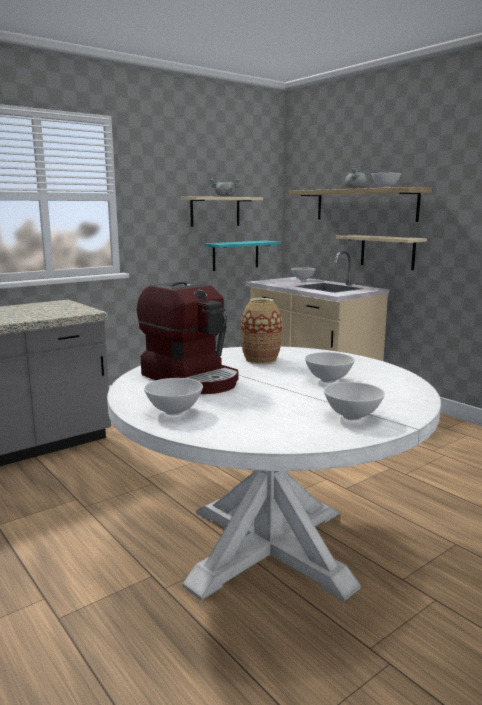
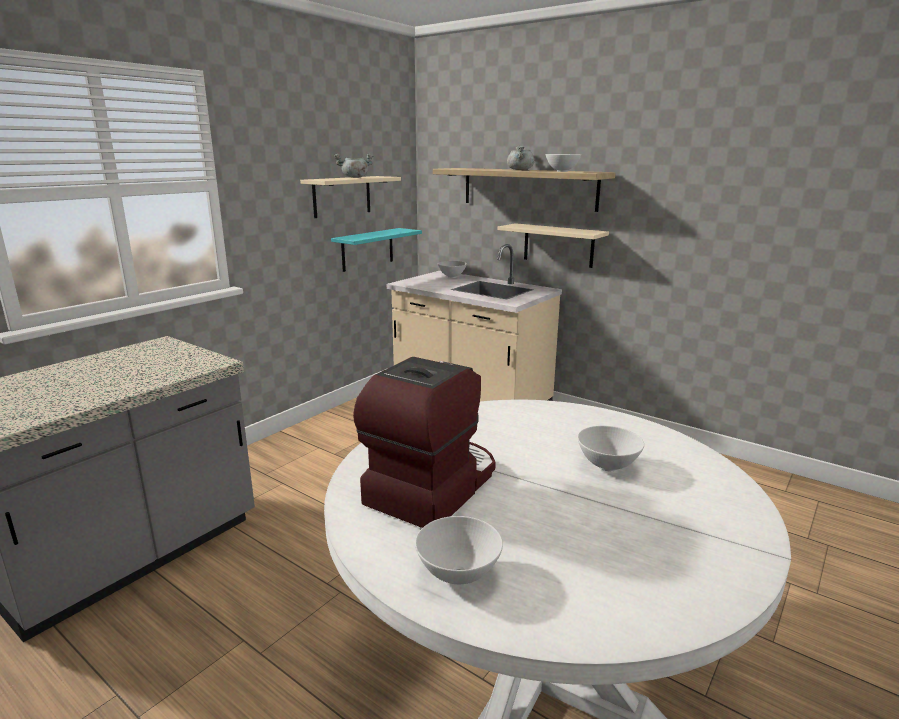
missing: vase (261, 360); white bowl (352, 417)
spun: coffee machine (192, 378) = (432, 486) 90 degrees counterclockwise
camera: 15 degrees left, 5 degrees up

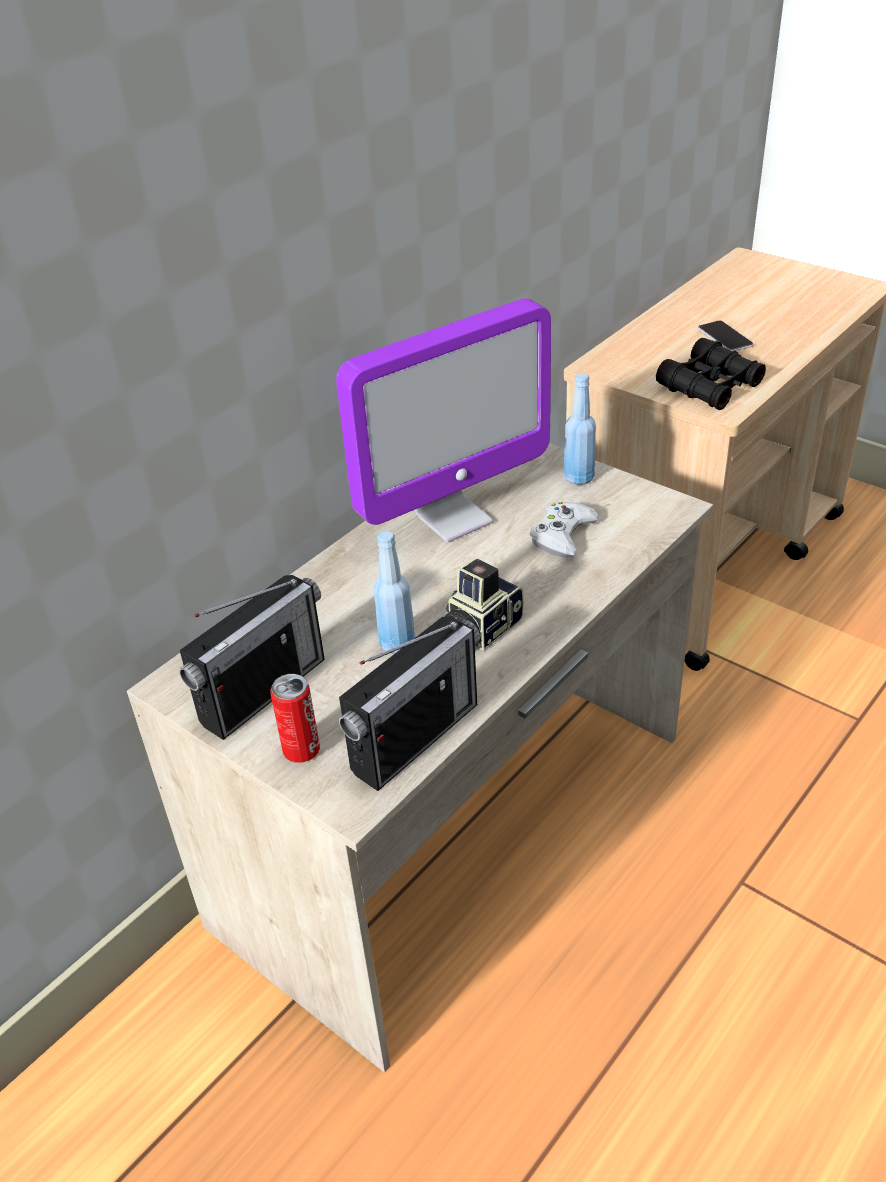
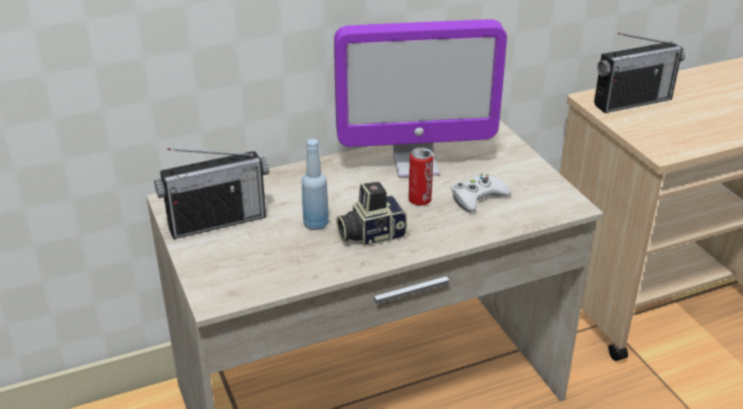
missing: blue bottle (578, 478); black binoculars (710, 386); phone (725, 337)
relocated: can (301, 750) to (419, 200); radio (415, 738) to (632, 102)
camera: 25 degrees right, 5 degrees down

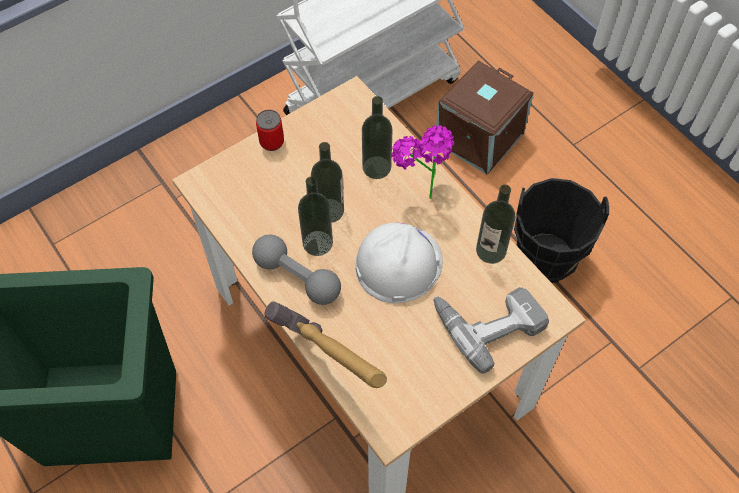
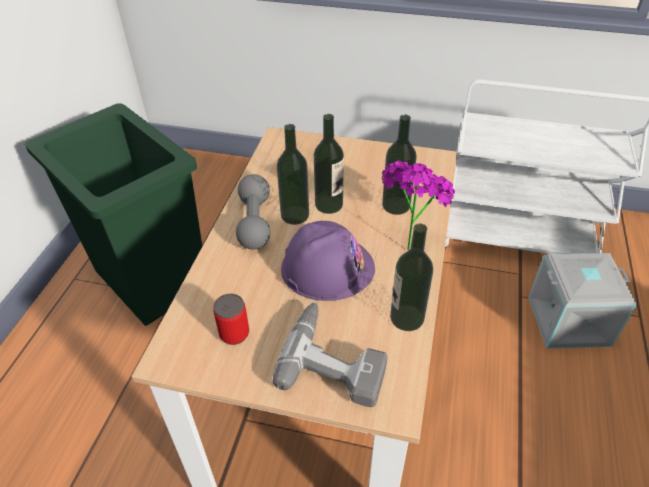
missing: hammer (325, 372); black bucket (545, 260)
relocated: can (271, 142) to (234, 333)
colour: white hard hat (398, 263) to purple hard hat (327, 267); brown storage box (480, 139) to grey storage box (568, 322)
camera: 50 degrees right, 15 degrees down

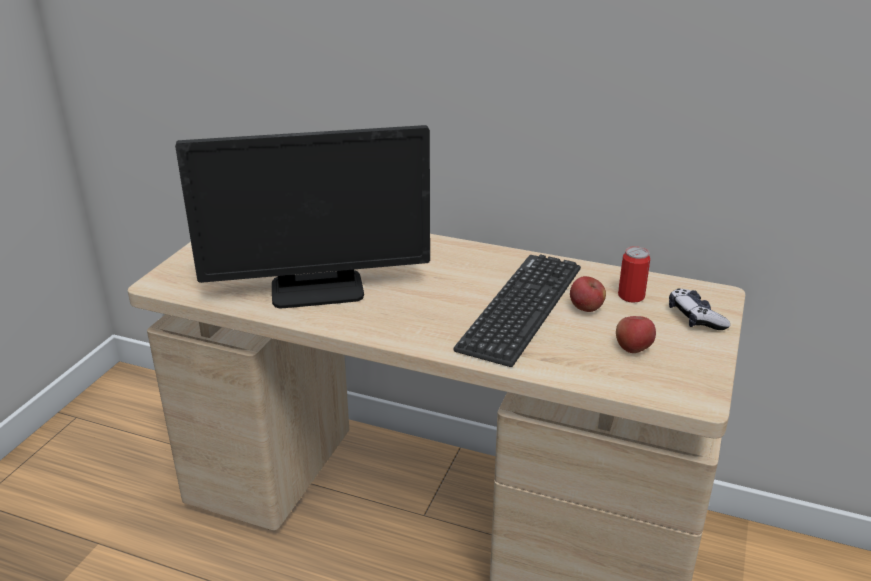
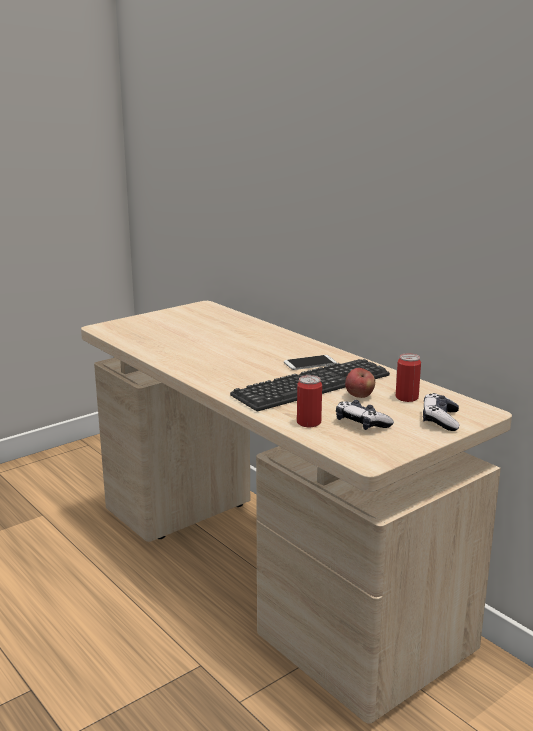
missing: monitor (317, 289)
appeared: phone (310, 363); can (308, 422)
exchanged: apple (633, 348) to game controller (361, 424)
camera: 30 degrees right, 10 degrees down

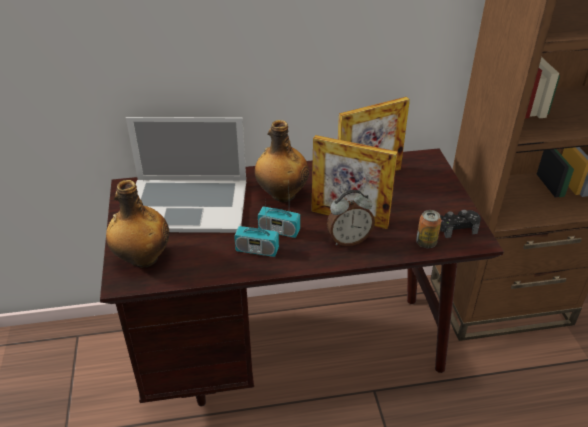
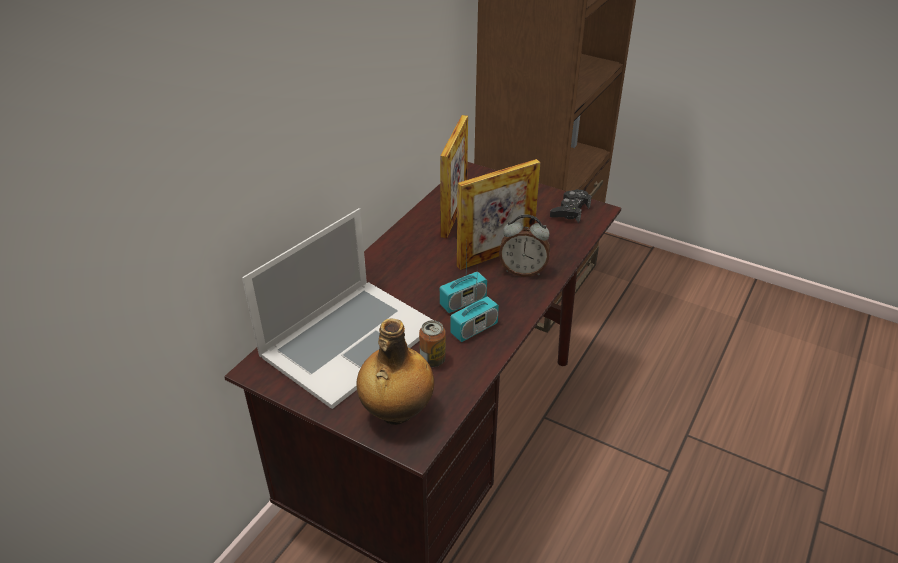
missing: bottle (282, 194)
relocated: can (426, 243) to (432, 360)
spun: alarm clock (348, 240) = (523, 270) 75 degrees clockwise
camera: 50 degrees left, 0 degrees up

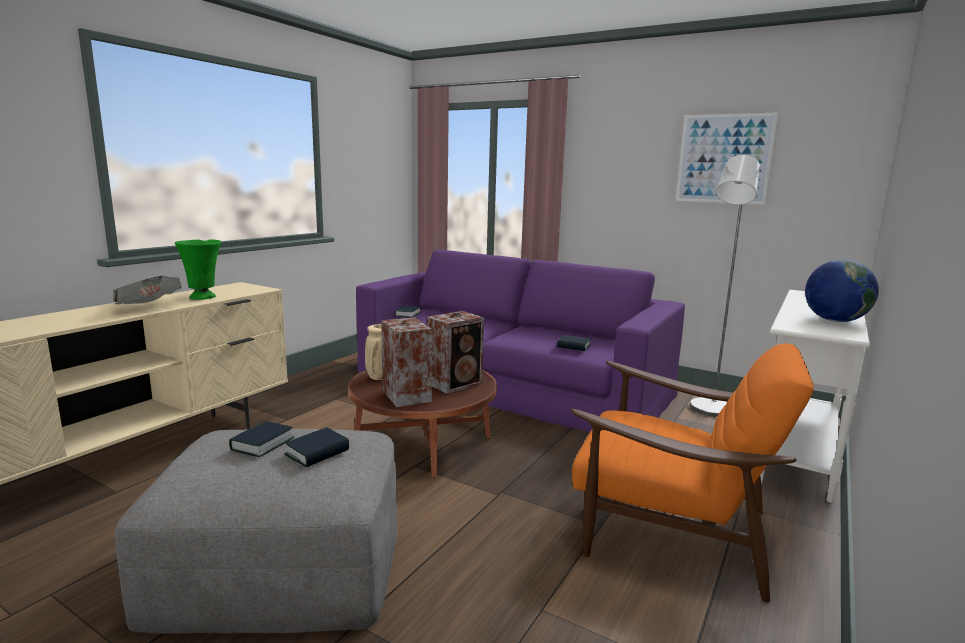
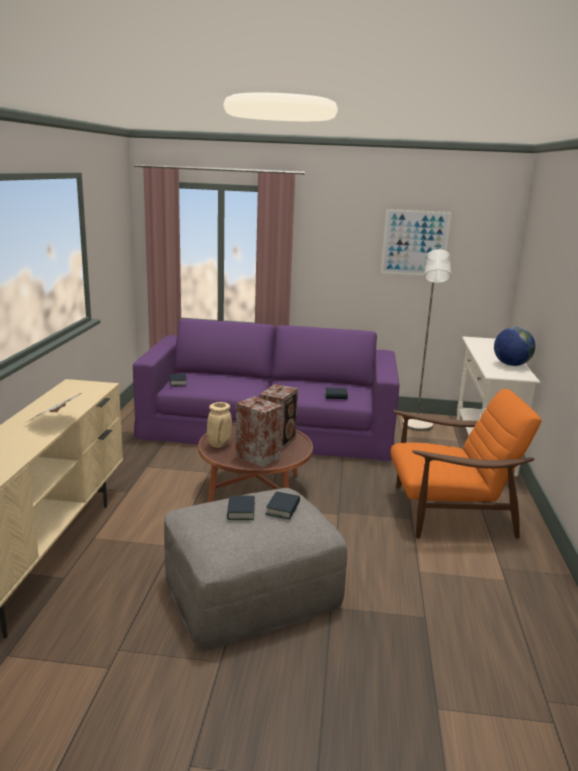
missing: green vase (203, 297)
camera: 25 degrees left, 5 degrees up

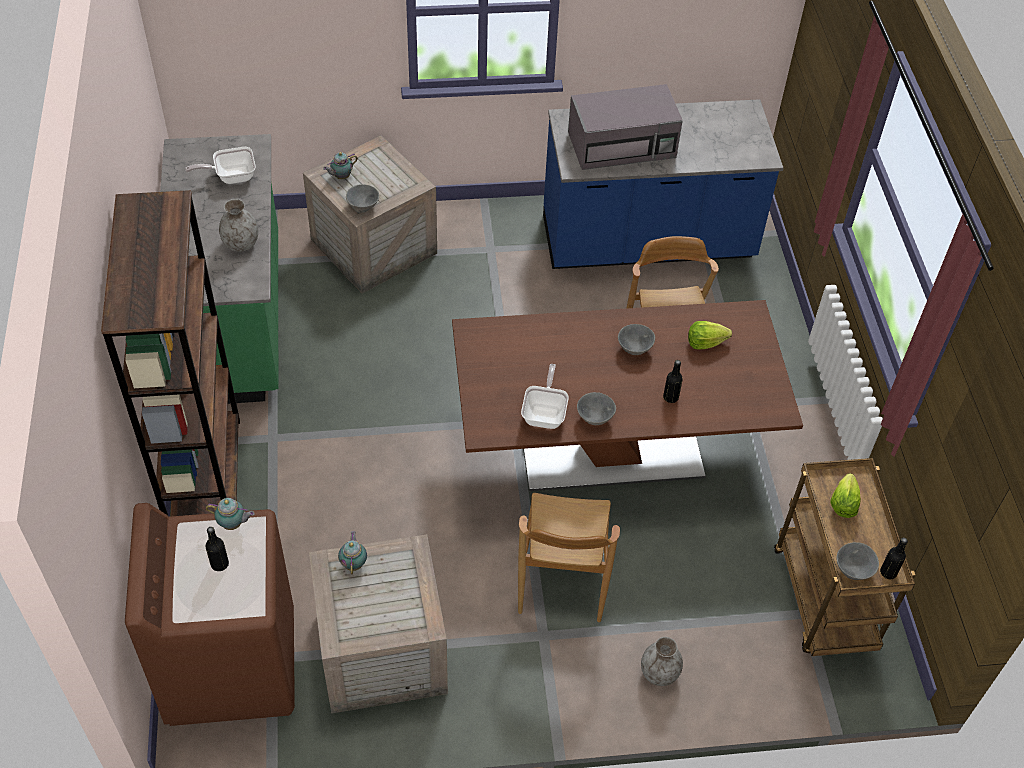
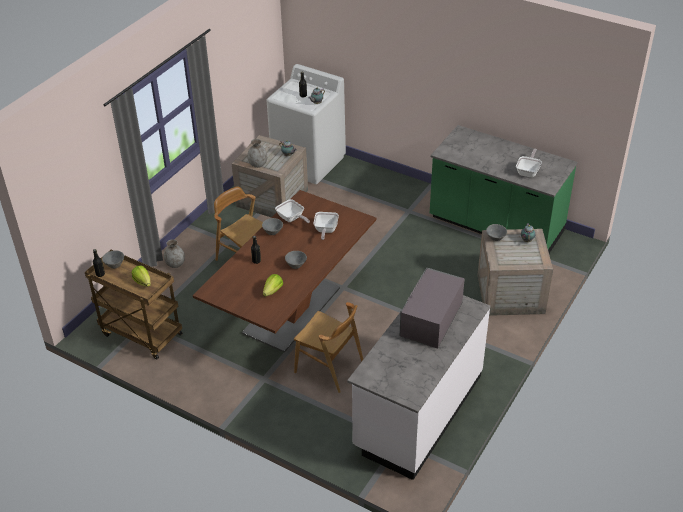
missing: brown bookcase (207, 482)
appeared: frying pan (325, 231)
relocated: grey vase (241, 244) to (258, 164)
colour: brown washing machine (231, 664) to white washing machine (309, 163); blue counter (647, 242) to white counter (417, 411)
camera: 130 degrees right, 10 degrees down

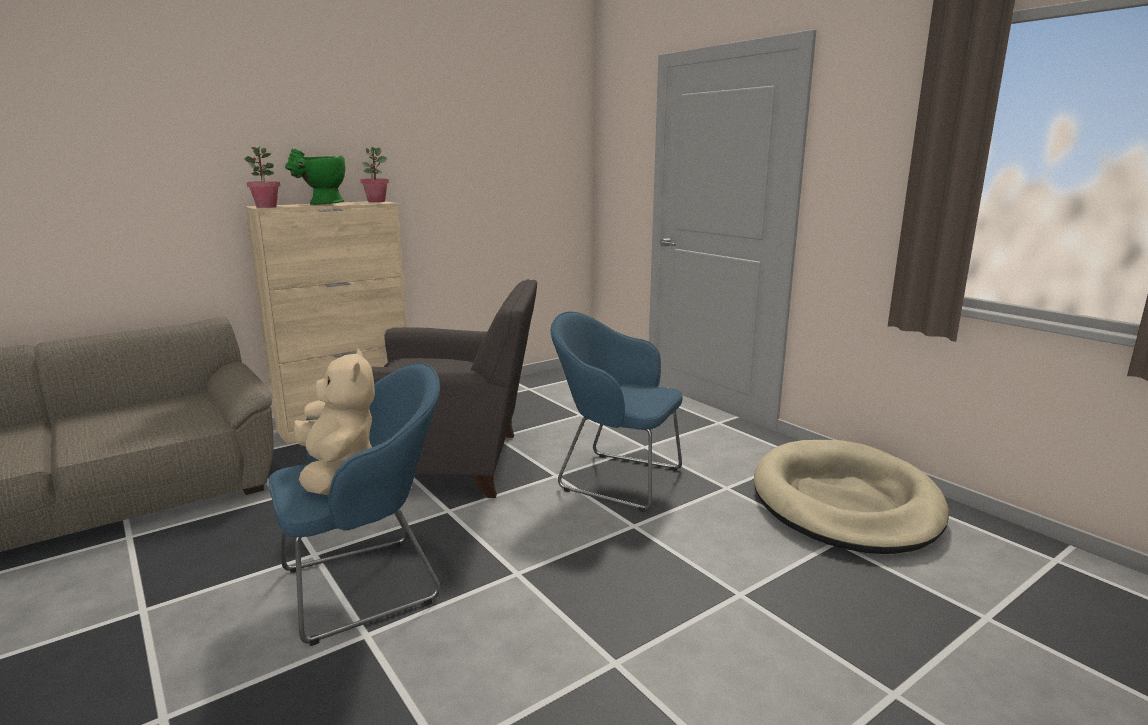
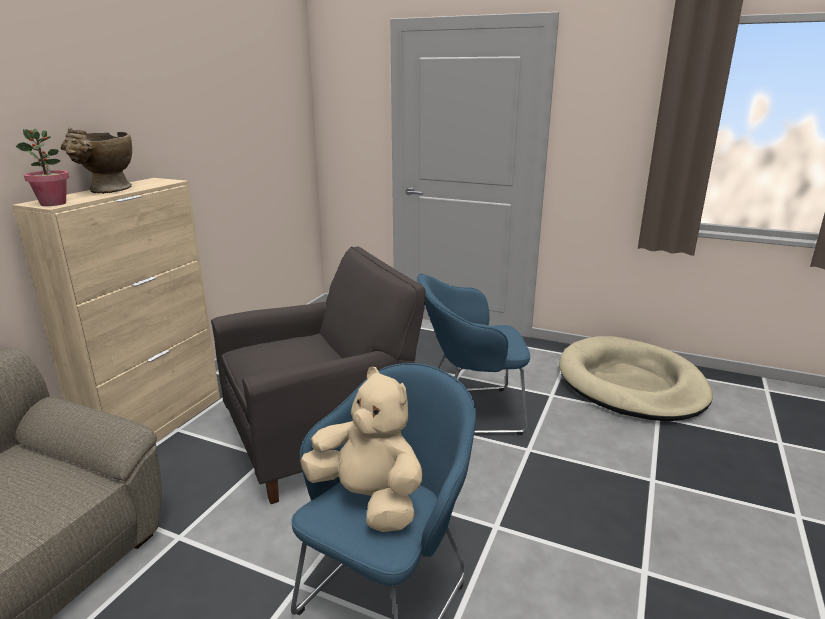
missing: potted plant (376, 201)
colour: green vase (321, 204) to beige vase (107, 191)
camera: 30 degrees left, 5 degrees up

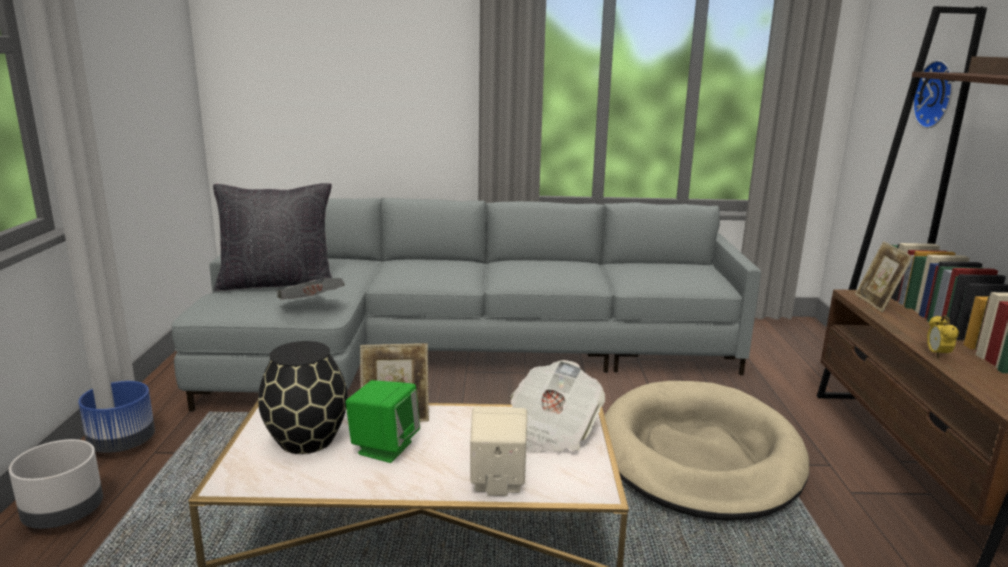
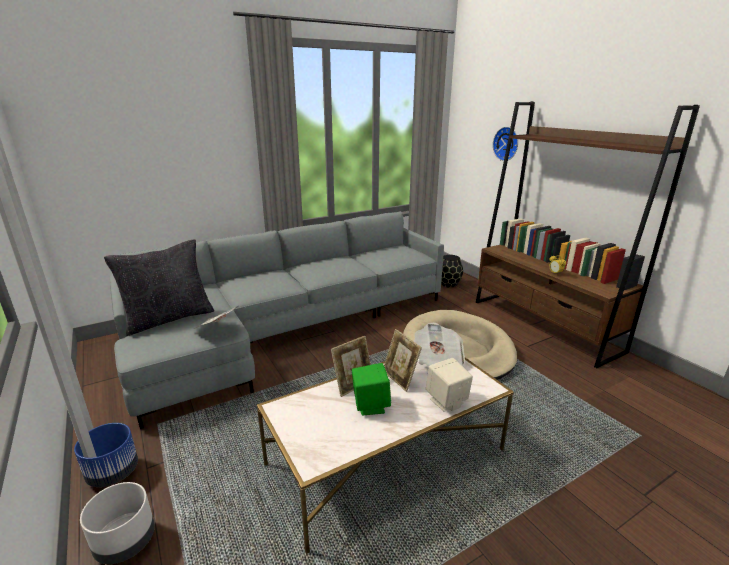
relocated: black vase (307, 439) to (448, 284); picture frame (877, 303) to (400, 378)
camera: 30 degrees left, 5 degrees up

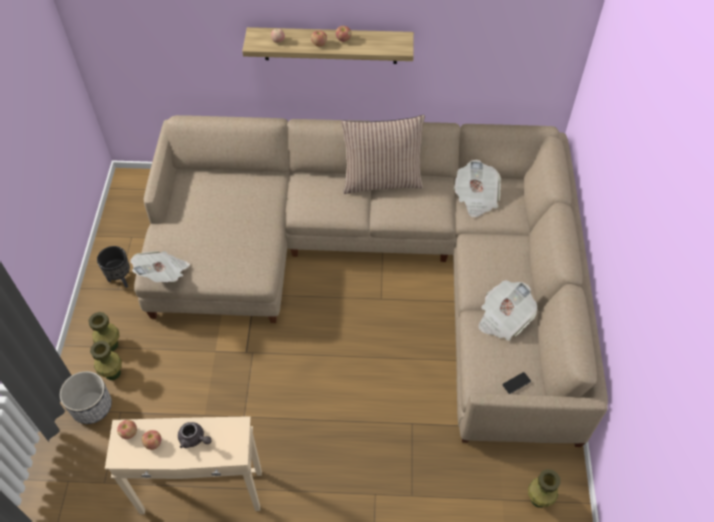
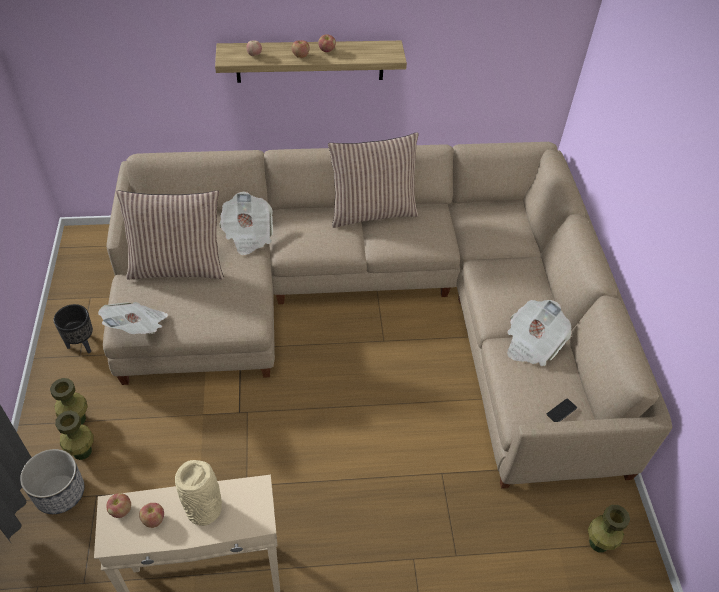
appeared: pillow (178, 267)
relocated: newspaper (476, 198) to (248, 234)
exchanged: grey teapot (194, 439) to beige vase (205, 509)
camera: 10 degrees left, 5 degrees down

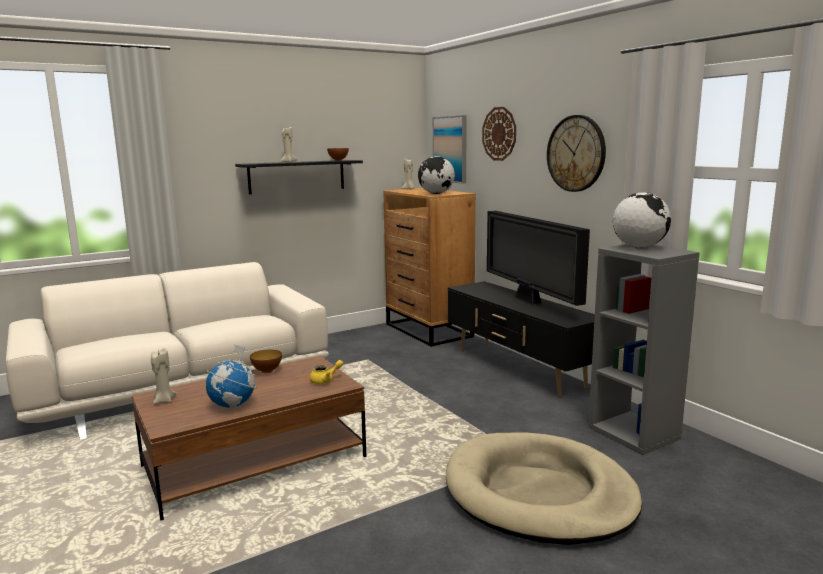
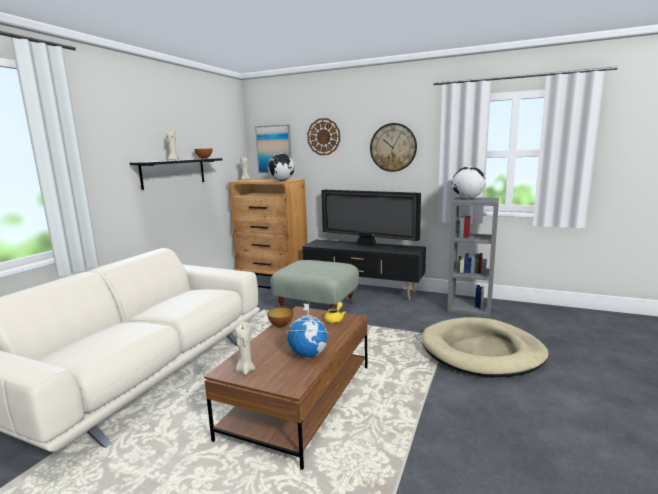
appeared: grey ottoman (316, 307)
camera: 35 degrees left, 0 degrees up

